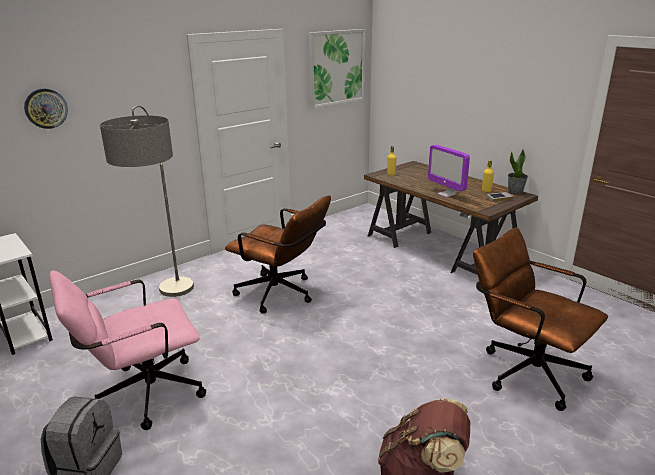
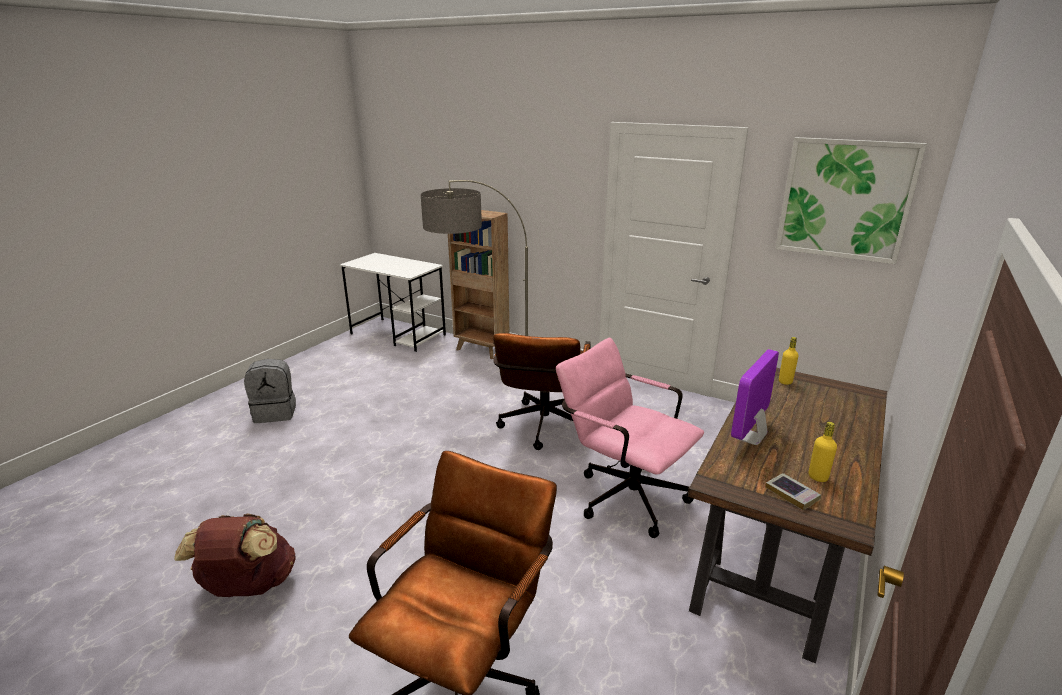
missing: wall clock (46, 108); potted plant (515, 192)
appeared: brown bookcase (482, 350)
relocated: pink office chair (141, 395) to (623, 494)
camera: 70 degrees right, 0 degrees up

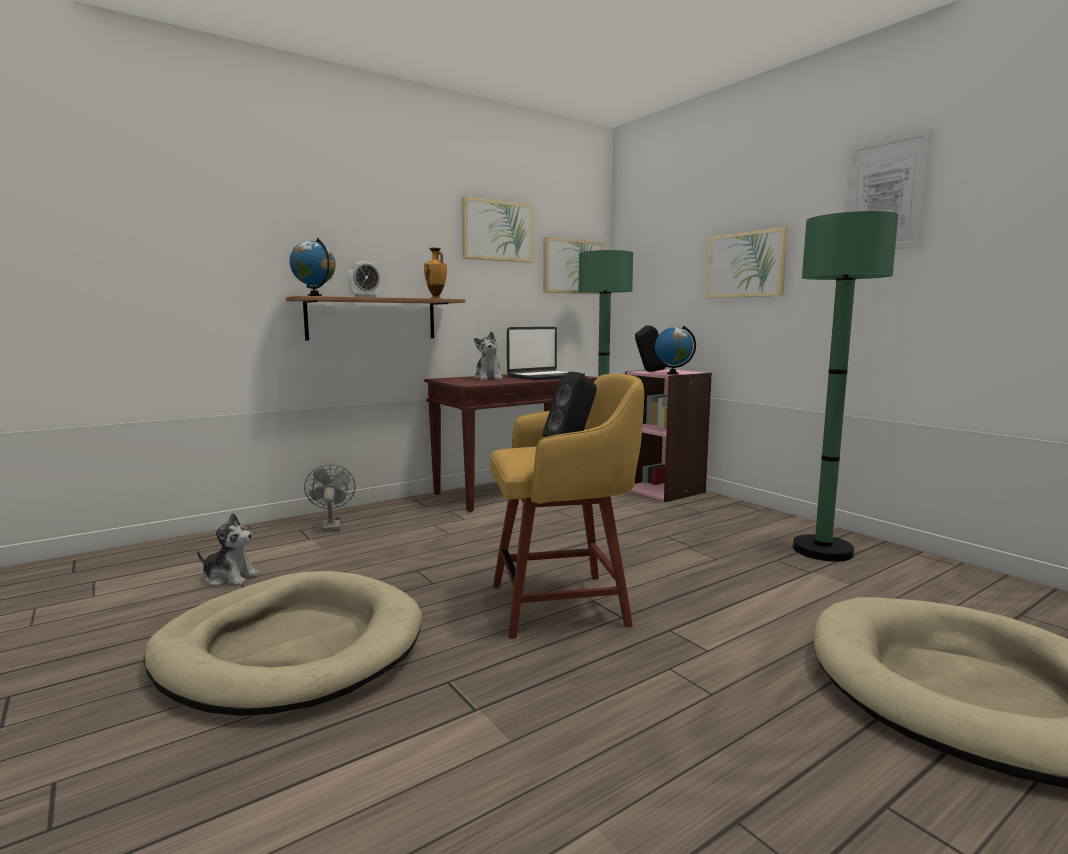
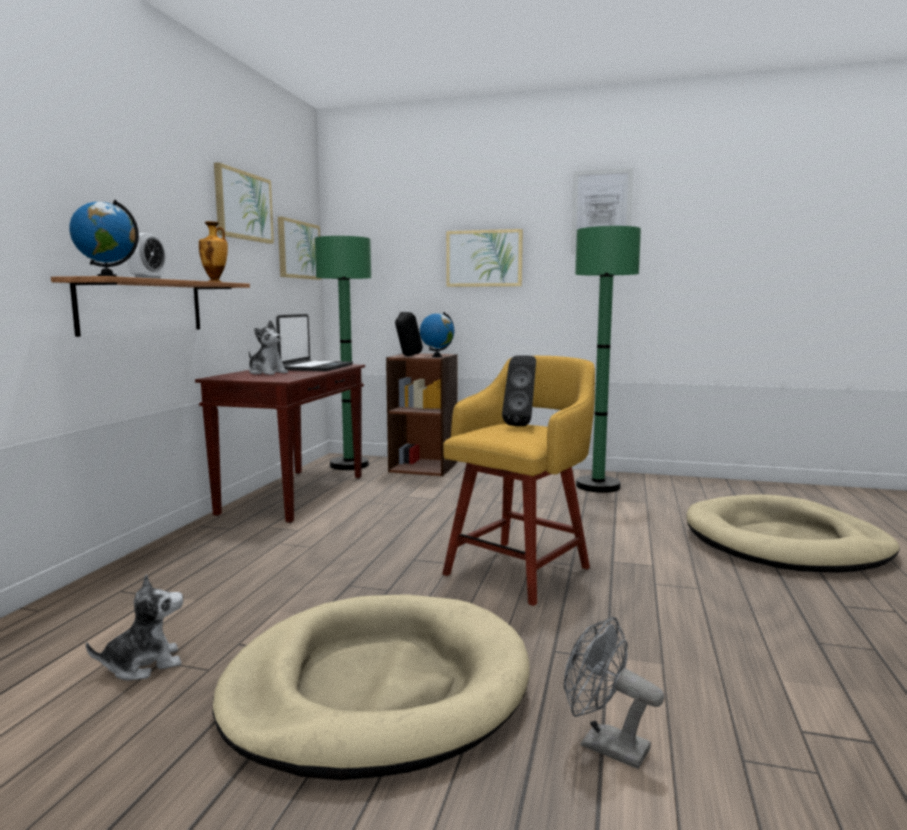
relocated: grey fan (331, 525) to (604, 745)
colour: pink bookcase (664, 490) to brown bookcase (424, 467)
camera: 40 degrees left, 0 degrees up

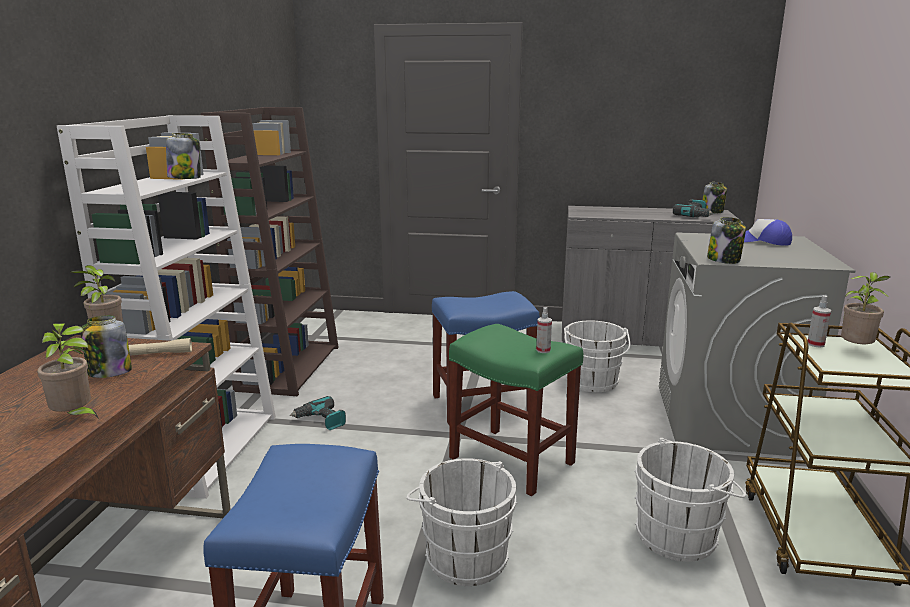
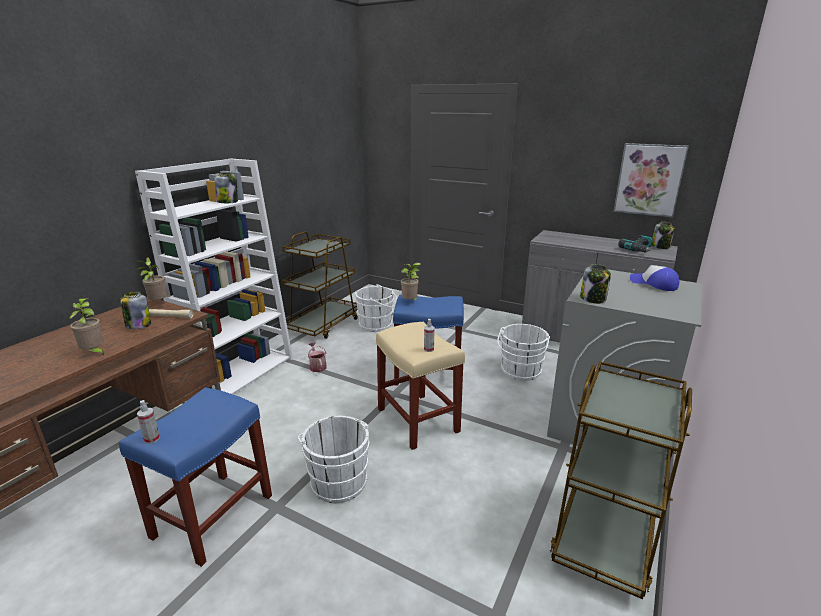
appeared: picture (649, 180)
relocated: white bucket (680, 535) to (377, 325); spray bottle (815, 344) to (152, 439); potted plant (856, 350) to (410, 302)
exchanged: brown bookcase (289, 367) to brown cart (323, 325); power drill (321, 421) to watering can (317, 366)
colour: green stool (513, 461) to beige stool (418, 421)
camera: 20 degrees right, 5 degrees up

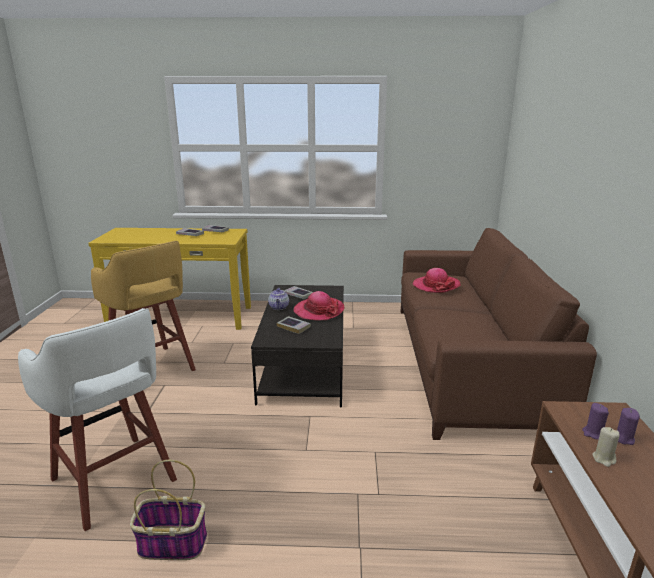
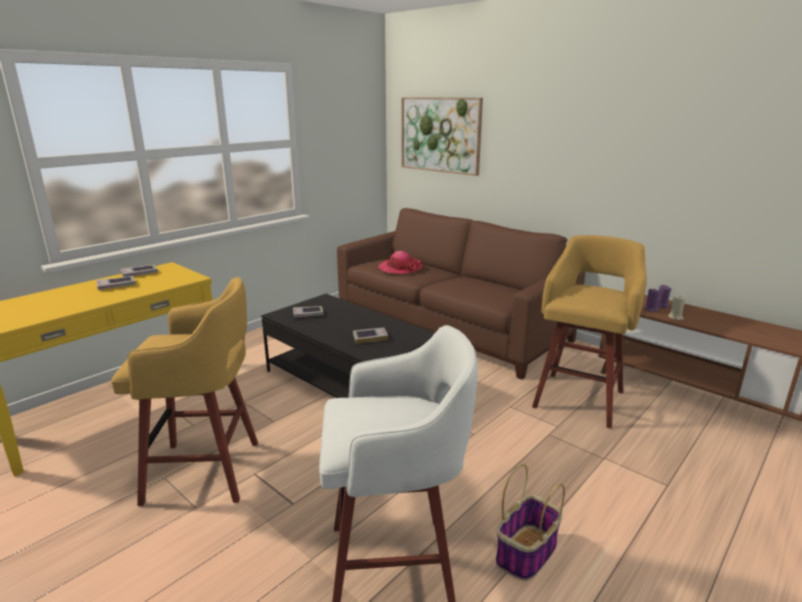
missing: teapot (279, 307); hat (318, 311)
appeared: picture (440, 135); yellow stool (579, 397)
camera: 50 degrees left, 0 degrees up

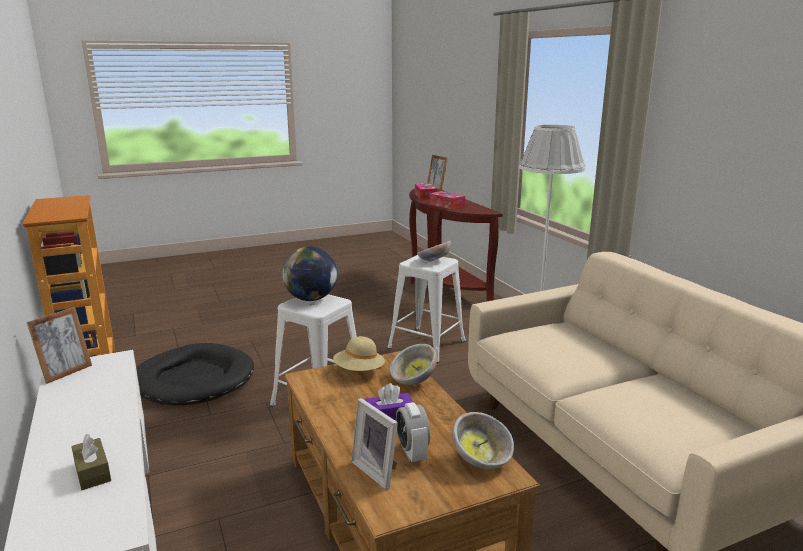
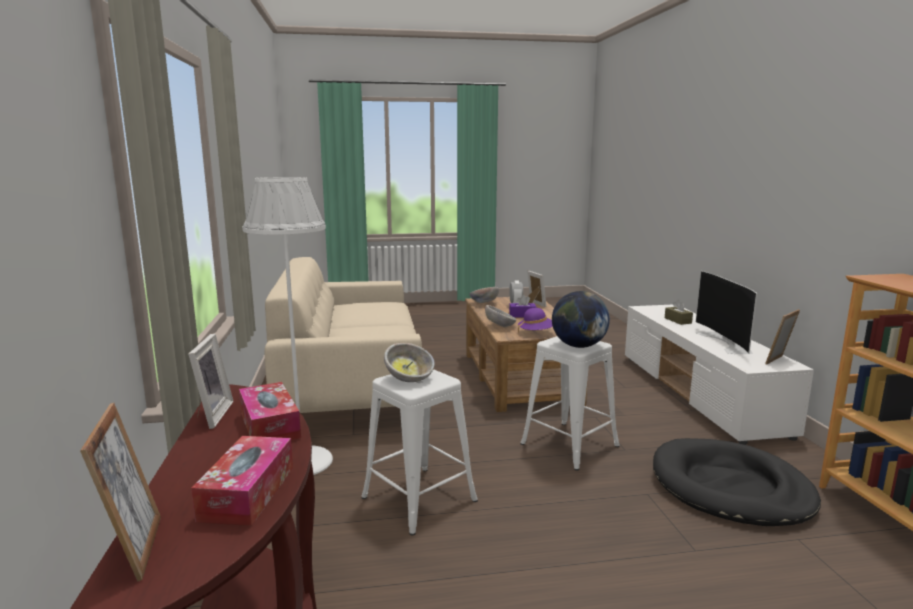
appeared: picture frame (209, 415); television (726, 342)
colour: beige hat (359, 371) to purple hat (536, 333)
camera: 165 degrees left, 5 degrees down

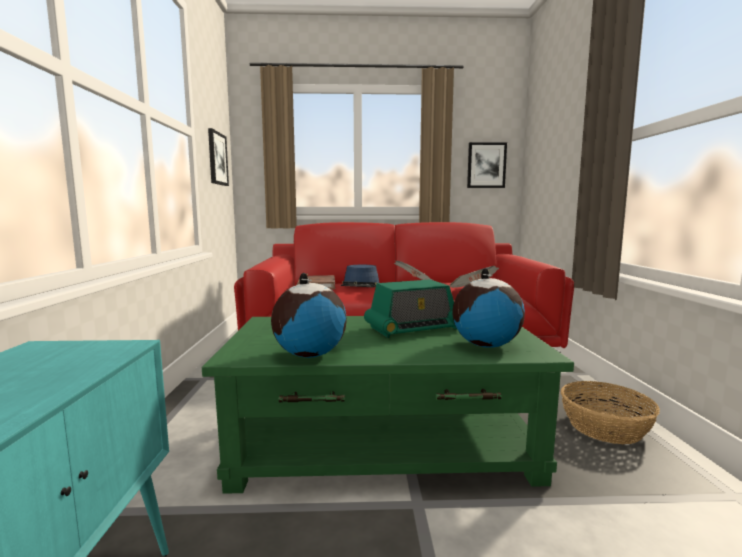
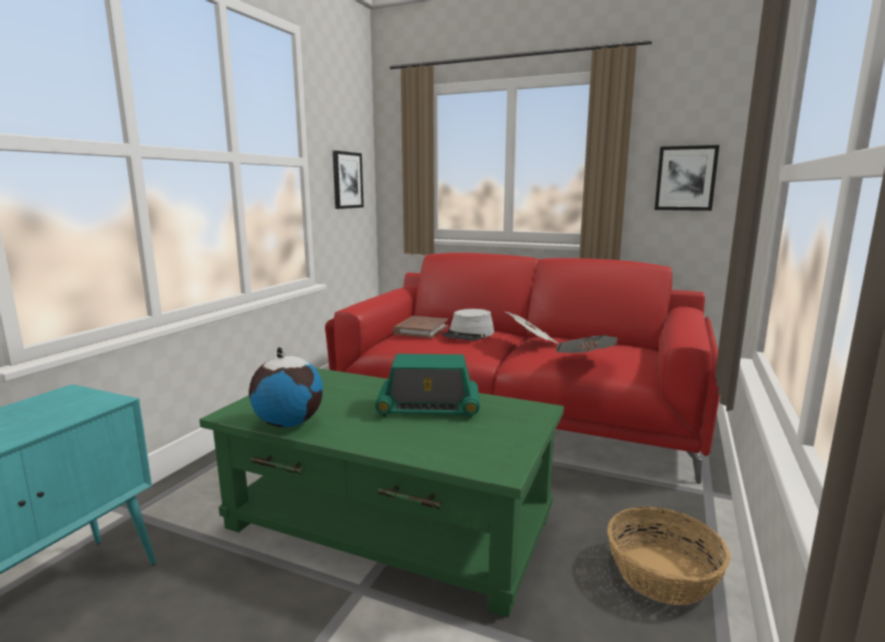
missing: globe (485, 345)
colour: blue hat (360, 285) to grey hat (468, 334)
camera: 25 degrees right, 5 degrees up

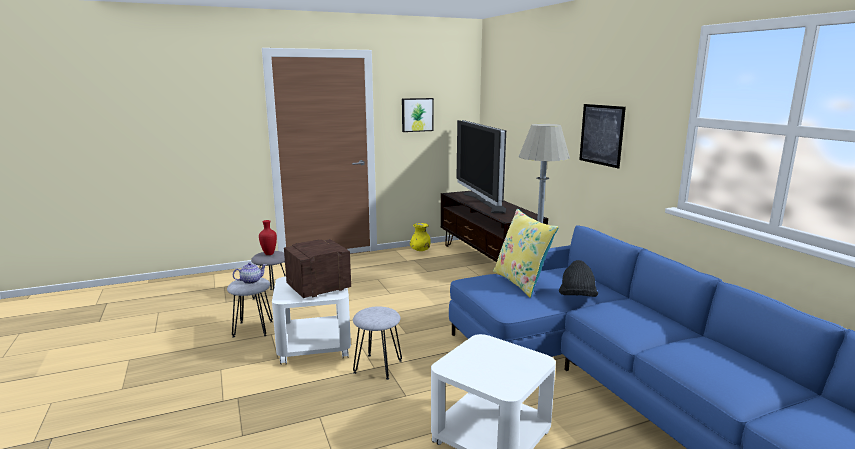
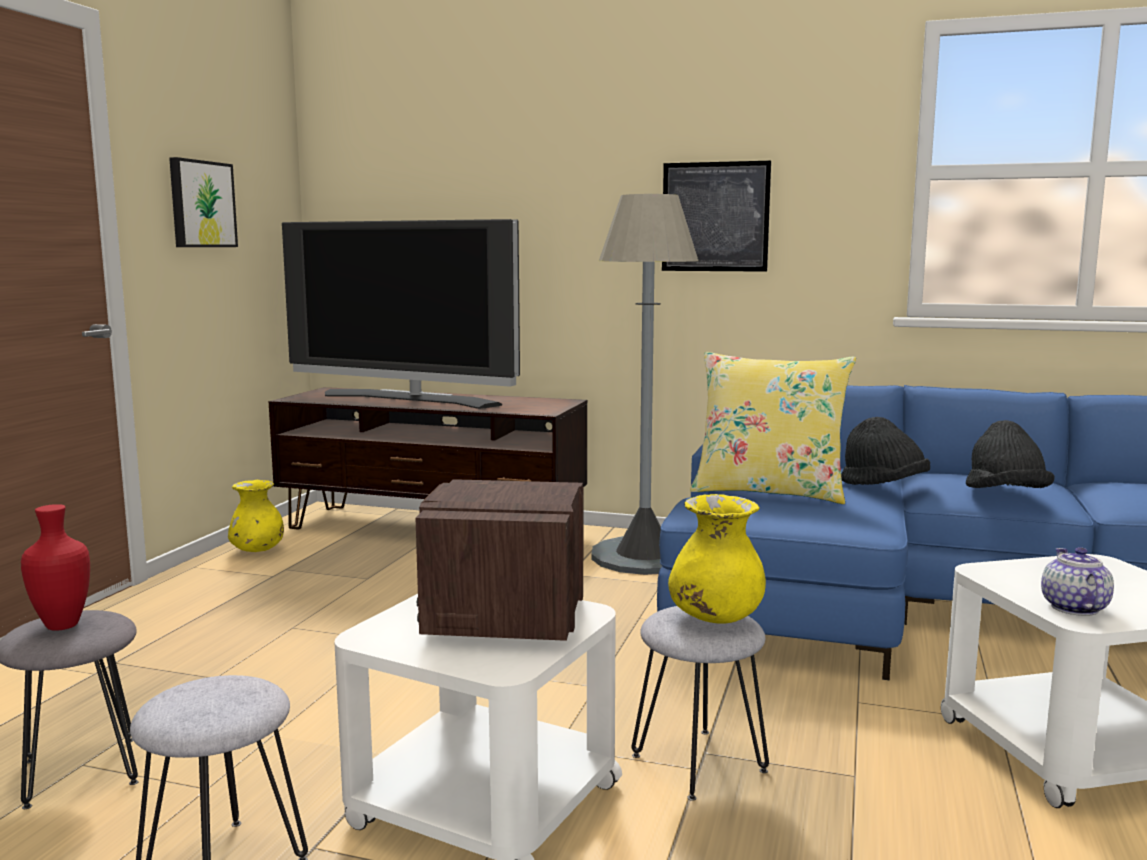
appeared: yellow vase (715, 618); black hat (1005, 495)
relocated: teapot (251, 281) to (1073, 607)
camera: 50 degrees left, 5 degrees down

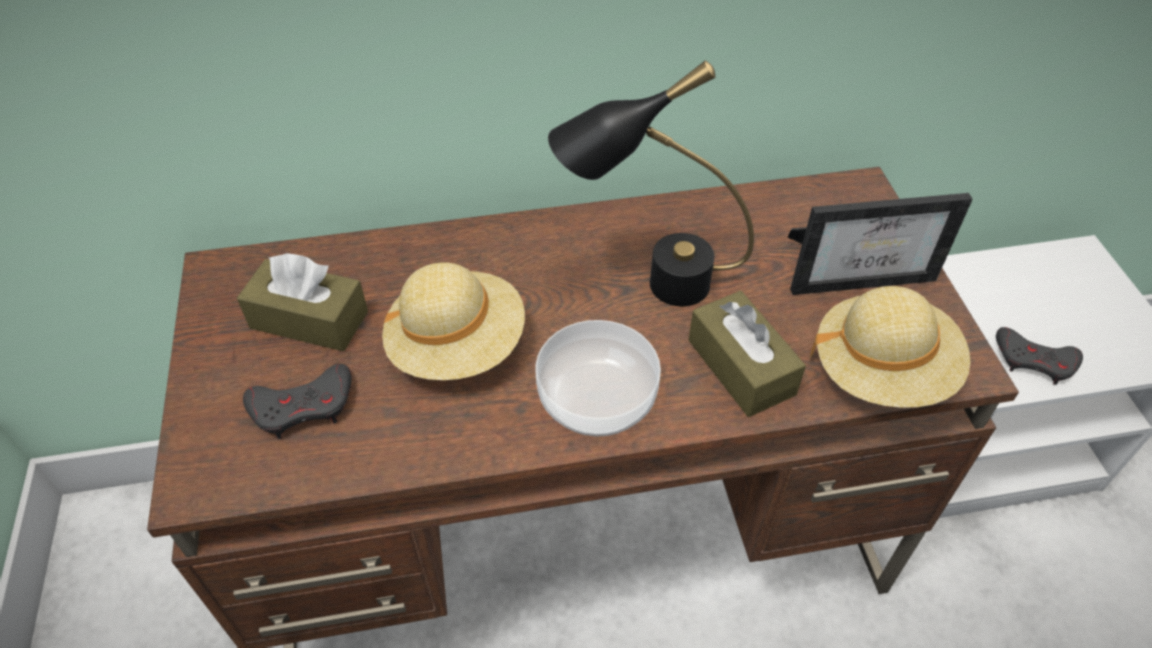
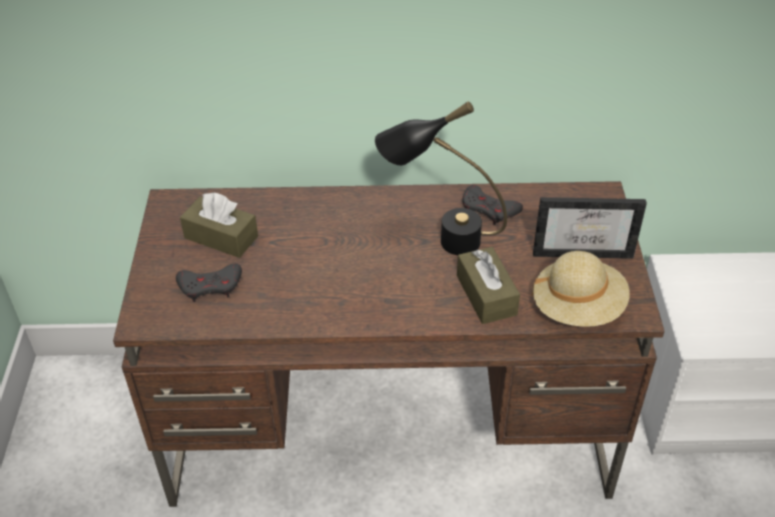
missing: beige hat (457, 346); bowl (597, 399)
relocated: grey game controller (1034, 360) to (489, 209)
camera: 10 degrees right, 5 degrees down

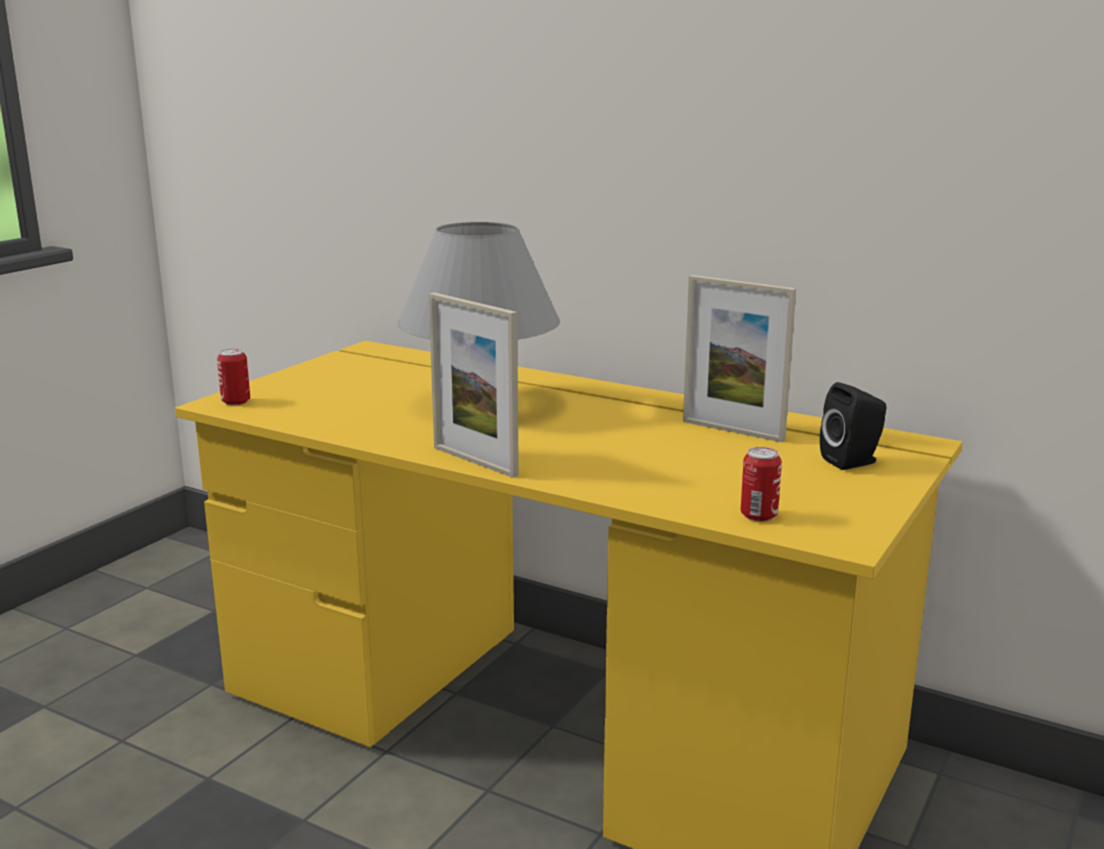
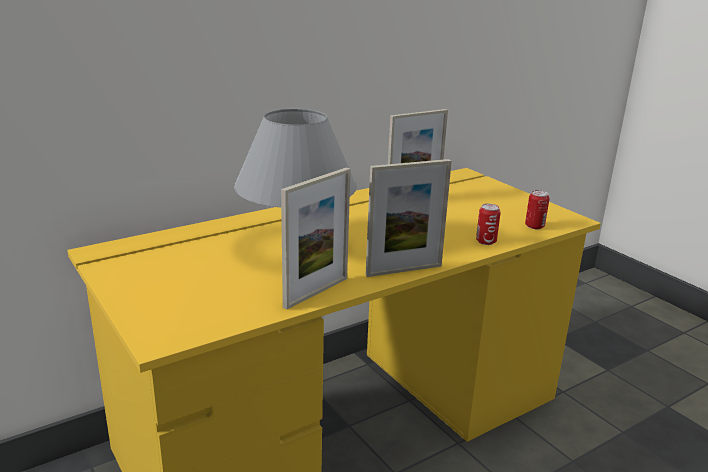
missing: black speaker (853, 461)
appeared: picture frame (316, 292)
relocated: can (236, 402) to (486, 241)
camera: 65 degrees left, 5 degrees up

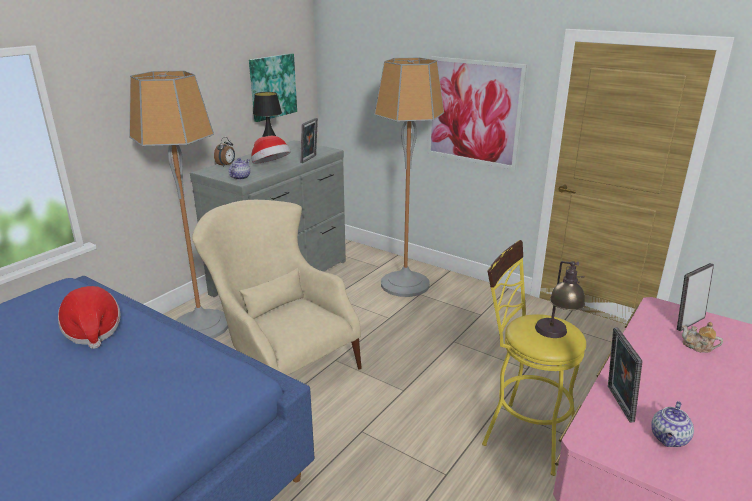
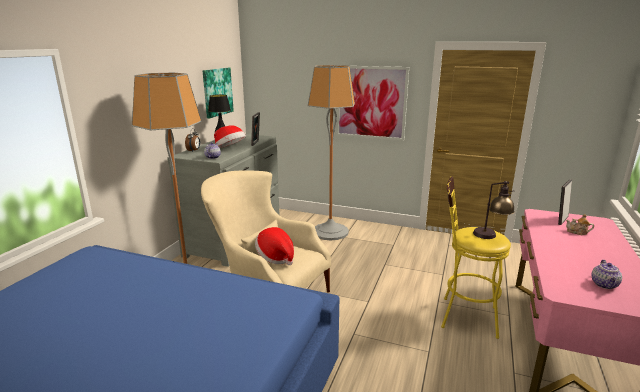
missing: picture frame (617, 403)
relocated: hat (93, 331) to (275, 257)
camera: 15 degrees left, 5 degrees down

